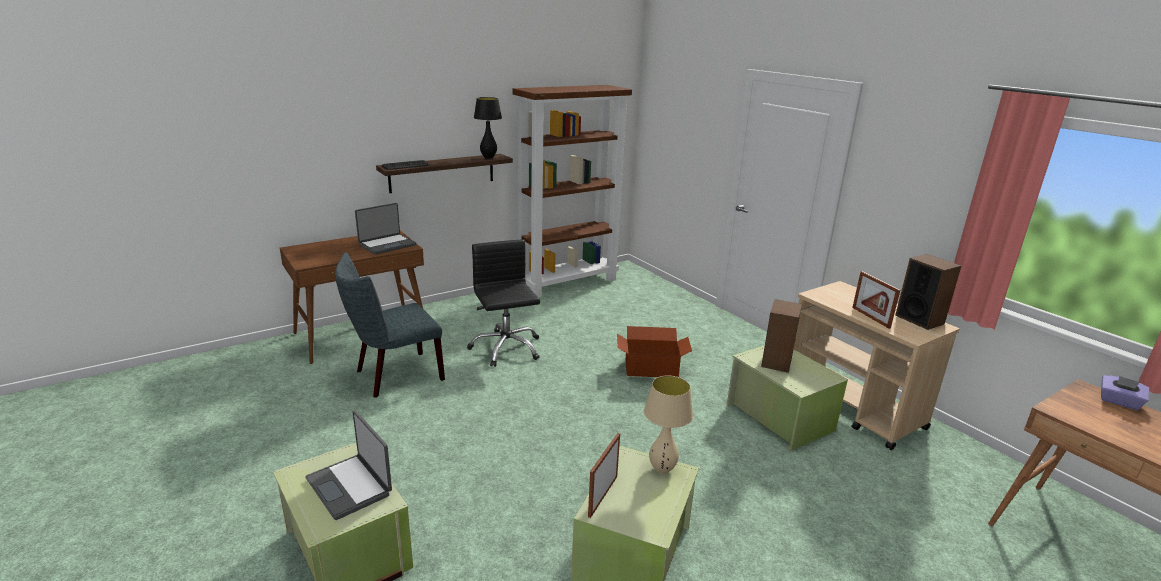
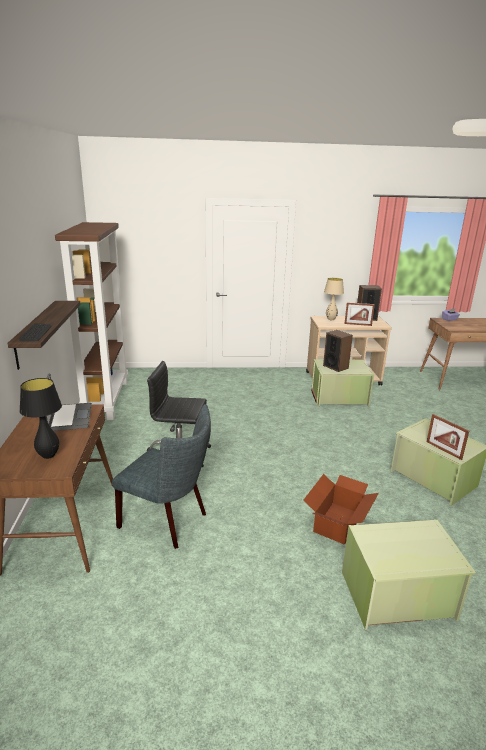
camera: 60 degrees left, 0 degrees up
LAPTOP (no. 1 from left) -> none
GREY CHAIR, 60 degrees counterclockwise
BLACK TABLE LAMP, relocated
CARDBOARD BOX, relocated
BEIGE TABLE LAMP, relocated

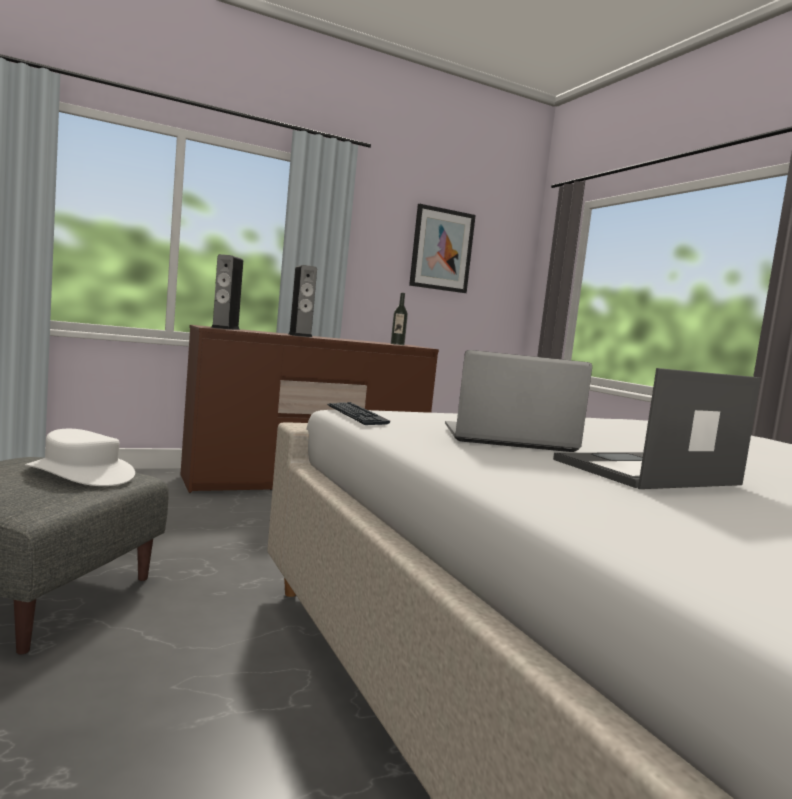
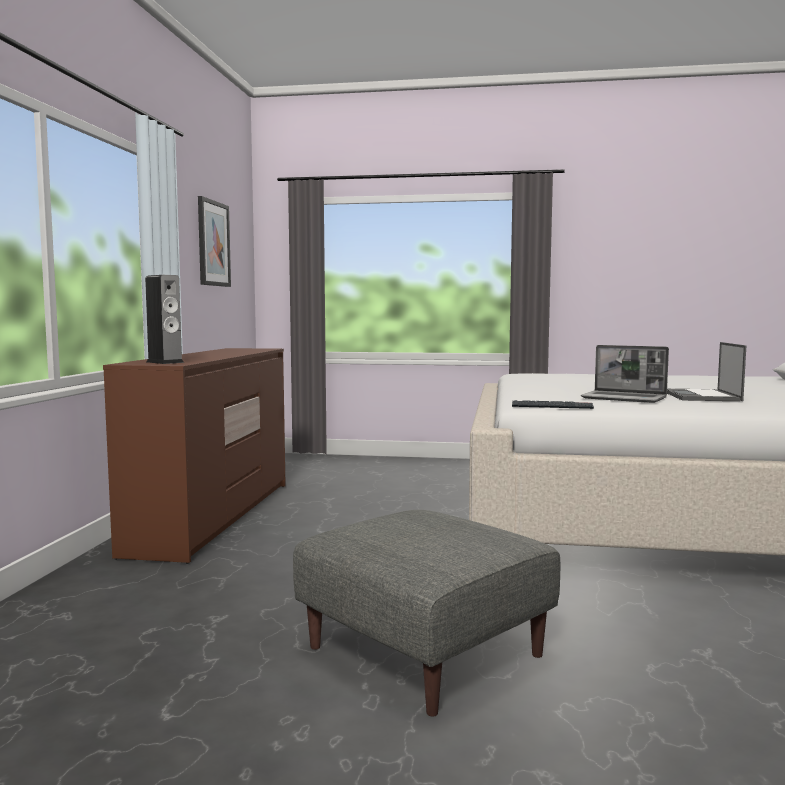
camera: 55 degrees left, 0 degrees up
WHITE HAT -> none
SPEAKER (no. 2 from left) -> none
BOTTLE -> none
LAPTOP (no. 1 from left), 90 degrees counterclockwise

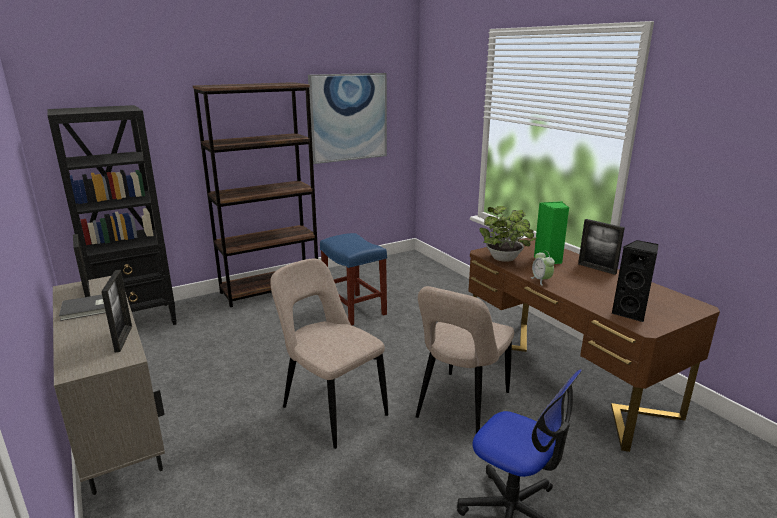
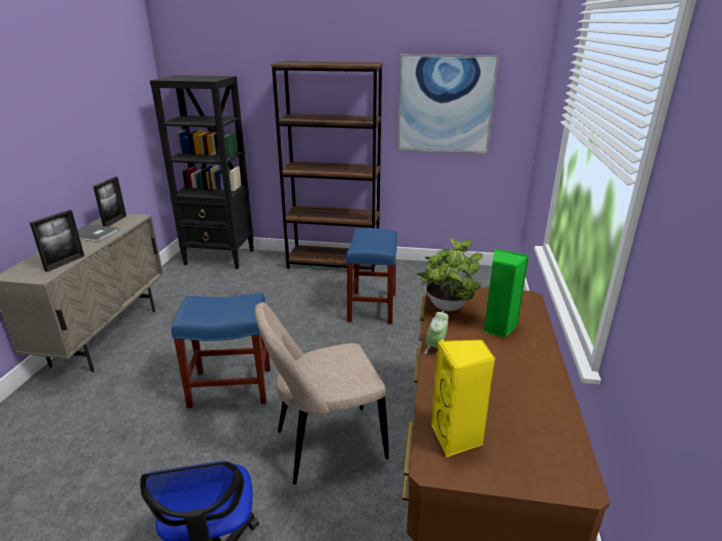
camera: 40 degrees right, 5 degrees up
BEIGE CHAIR (no. 1 from left) -> BLUE STOOL (no. 1 from left)
PICTURE FRAME (no. 3 from left) -> none
BLACK SPEAKER -> YELLOW SPEAKER

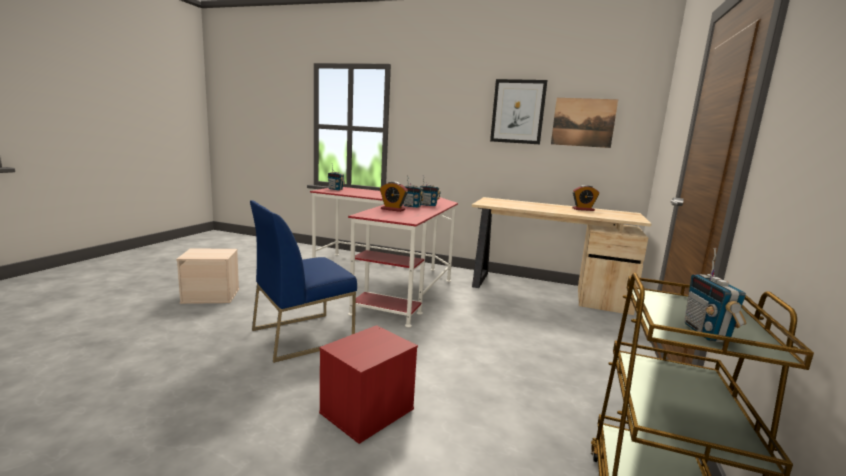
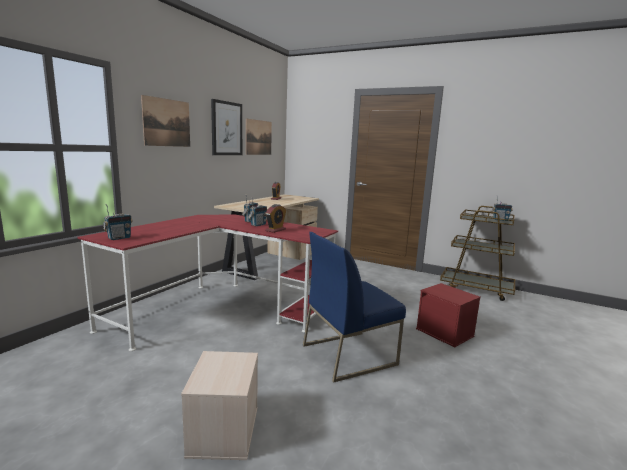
camera: 80 degrees left, 0 degrees up
BLUE CHAIR, 90 degrees clockwise
none -> PICTURE (no. 1 from left)

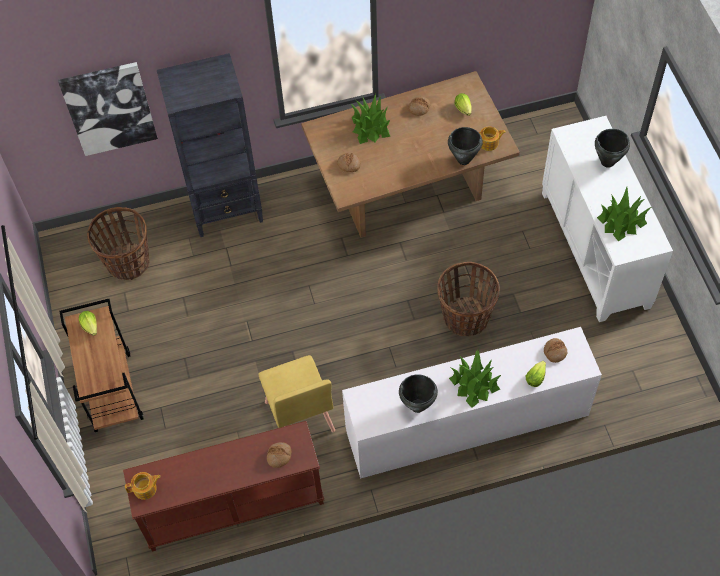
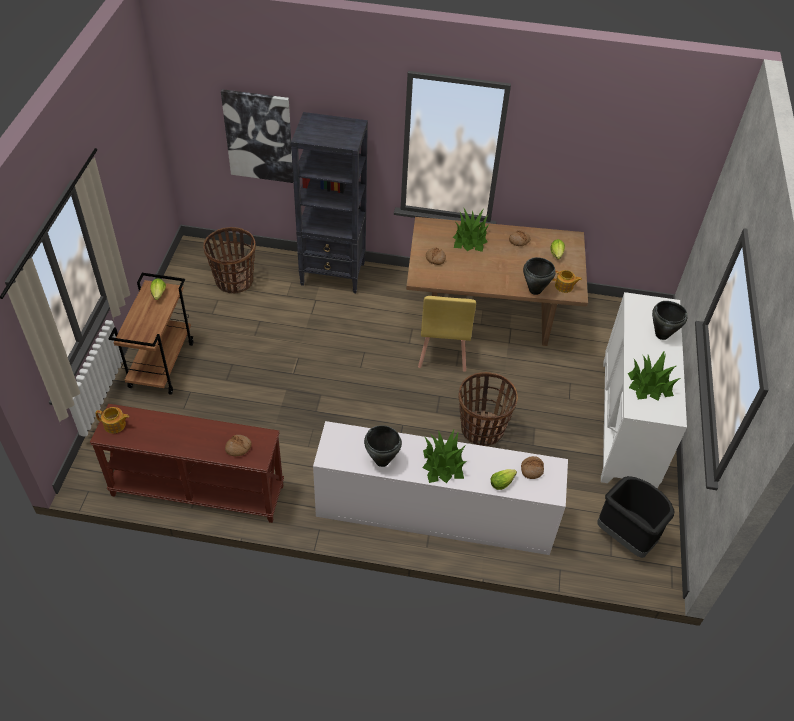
camera: 20 degrees right, 10 degrees down
YELLOW CHAIR, relocated
none -> BLACK TRASH CAN

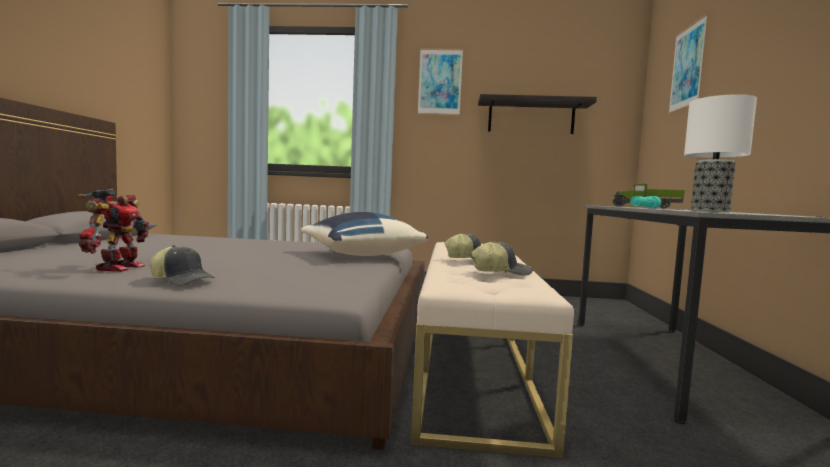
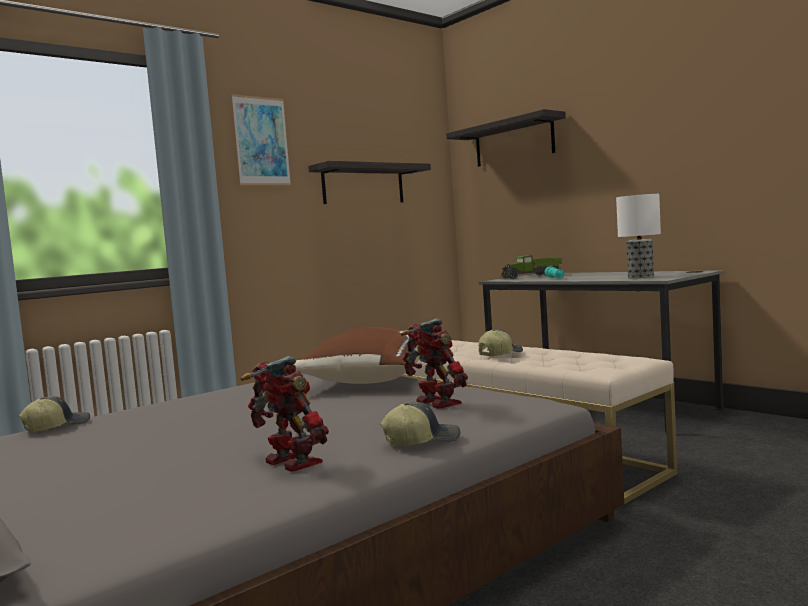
camera: 45 degrees left, 0 degrees up
BLUE PILLOW -> BROWN PILLOW
CAP (no. 3 from left in the first image) -> CAP (no. 1 from left), relocated
PICTURE (no. 2 from left) -> SHELF (no. 2 from left)
none -> TOY ROBOT (no. 2 from left)

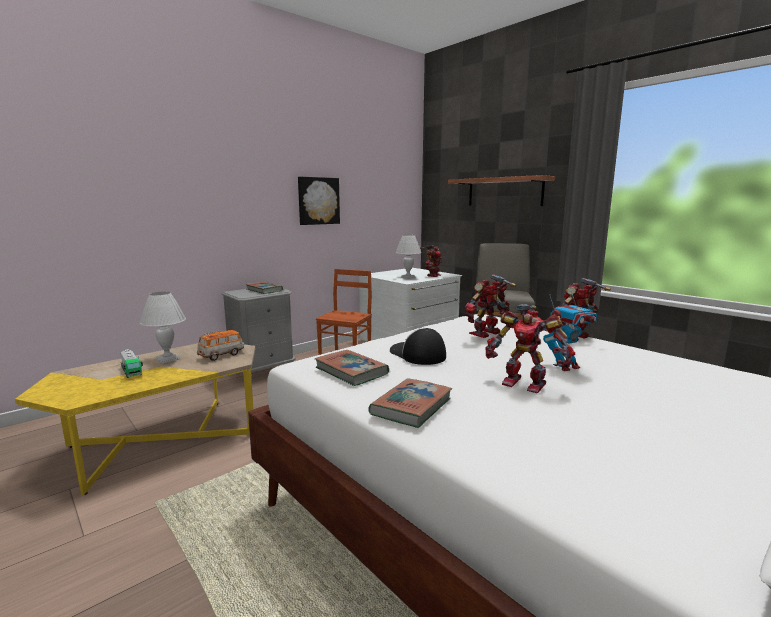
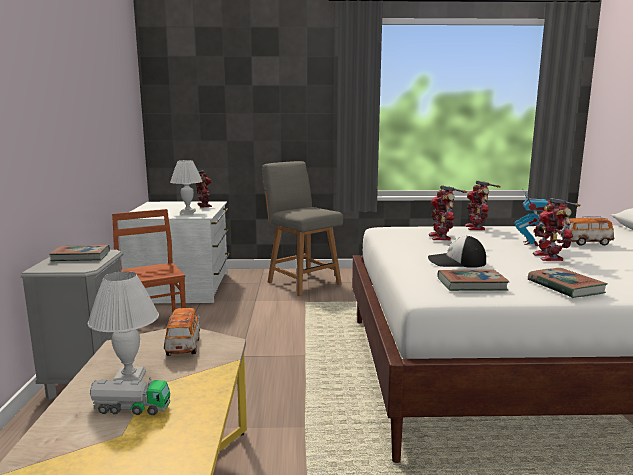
camera: 50 degrees left, 0 degrees up
PICTURE -> none
SHELF -> none
TOY ROBOT (no. 3 from left in the first image) -> TOY ROBOT (no. 5 from left), 105 degrees clockwise
none -> TOY CAR (no. 2 from left)

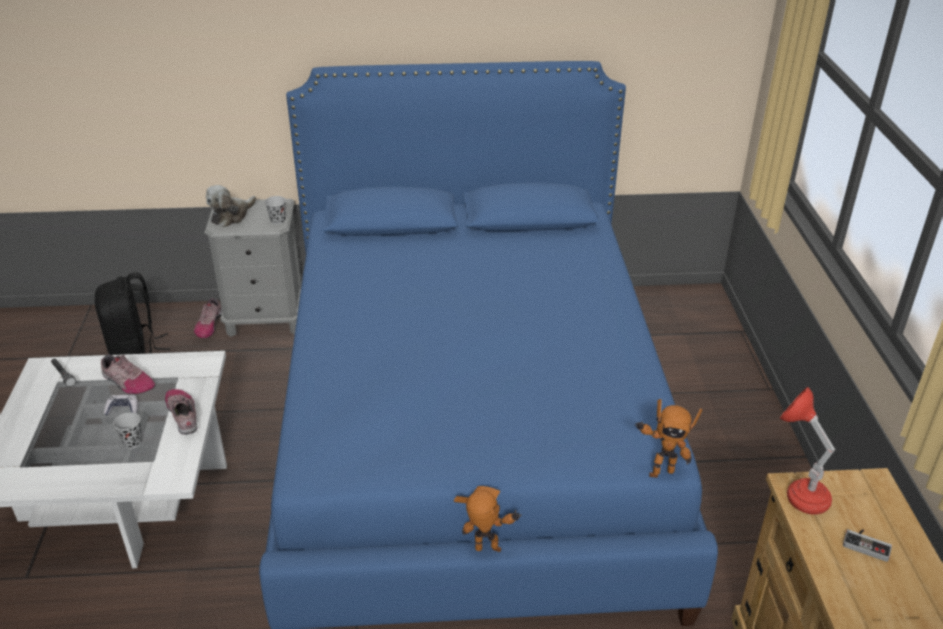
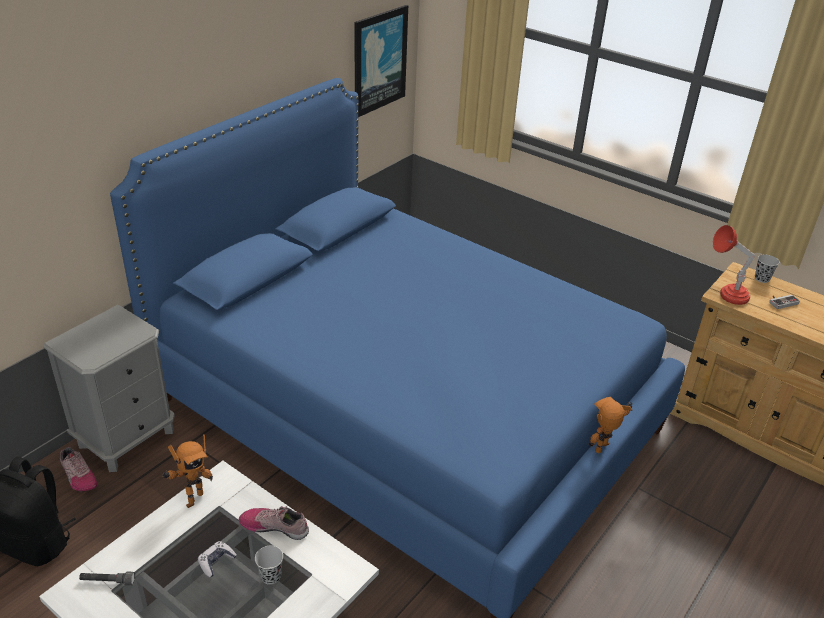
camera: 50 degrees left, 0 degrees up
SHOE (no. 1 from left) -> none
PLUSH TOY -> none
BLACK CUP (no. 2 from left), relocated
TOY ROBOT (no. 2 from left in the first image) -> TOY ROBOT (no. 1 from left), relocated
none -> PICTURE

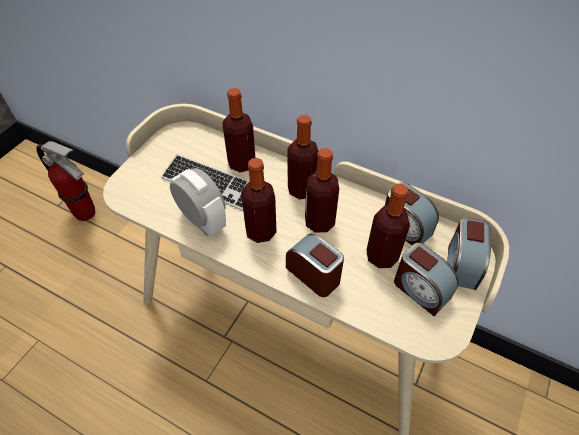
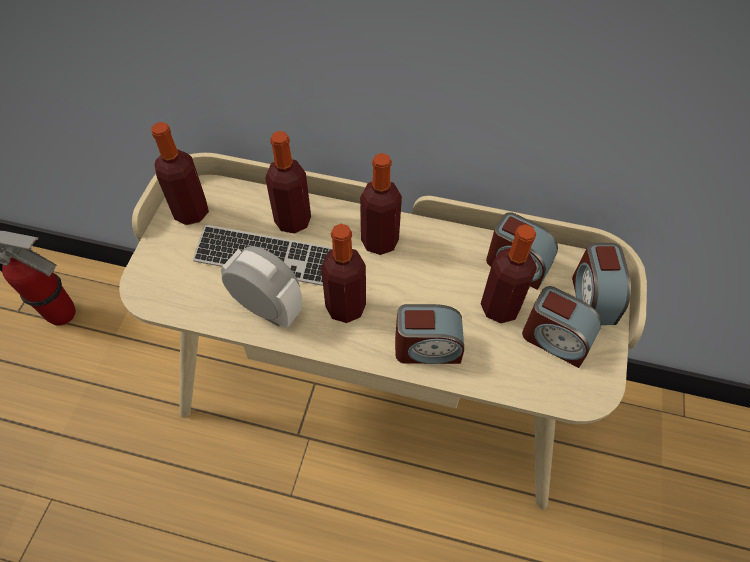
camera: 15 degrees left, 5 degrees up
ALARM CLOCK (no. 2 from left), 150 degrees clockwise
BOTTLE (no. 4 from left in the first image) -> BOTTLE (no. 1 from left), relocated

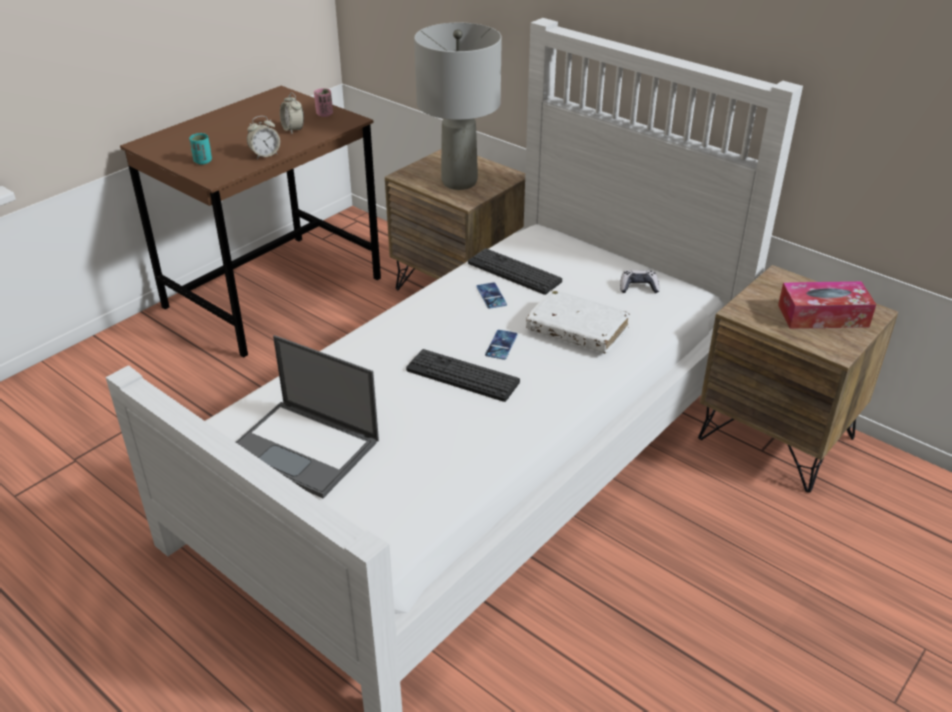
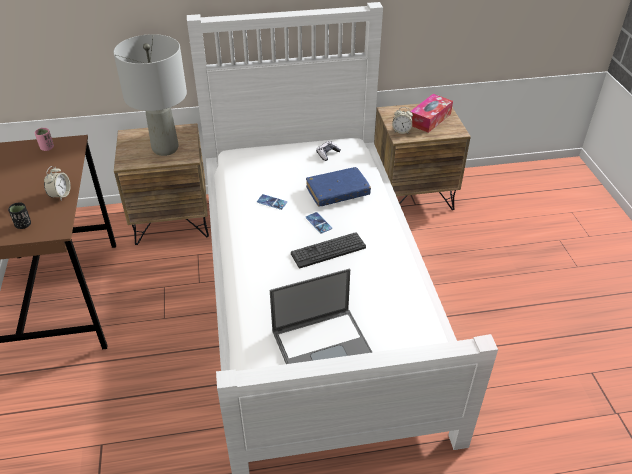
camera: 50 degrees left, 5 degrees up
TURQUOISE CUP -> BLACK CUP
ALARM CLOCK (no. 2 from left), relocated
KEYBOARD (no. 2 from left) -> none
WHITE BOOK -> BLUE BOOK

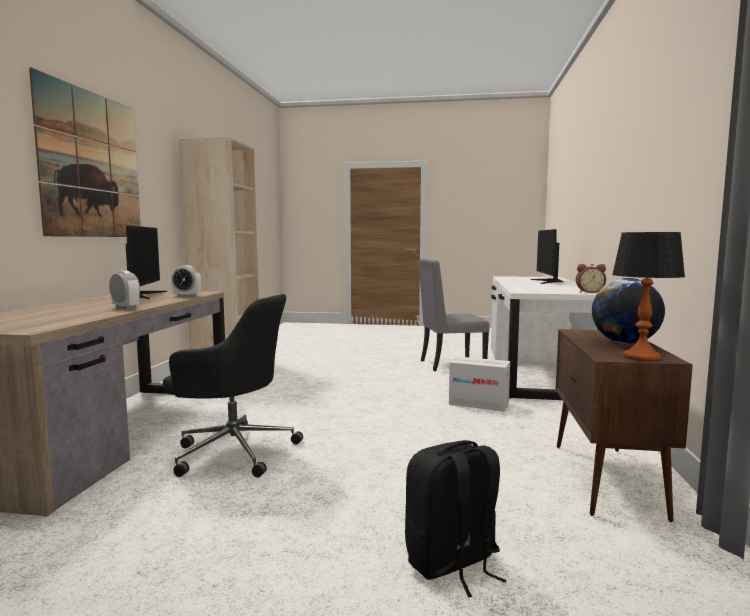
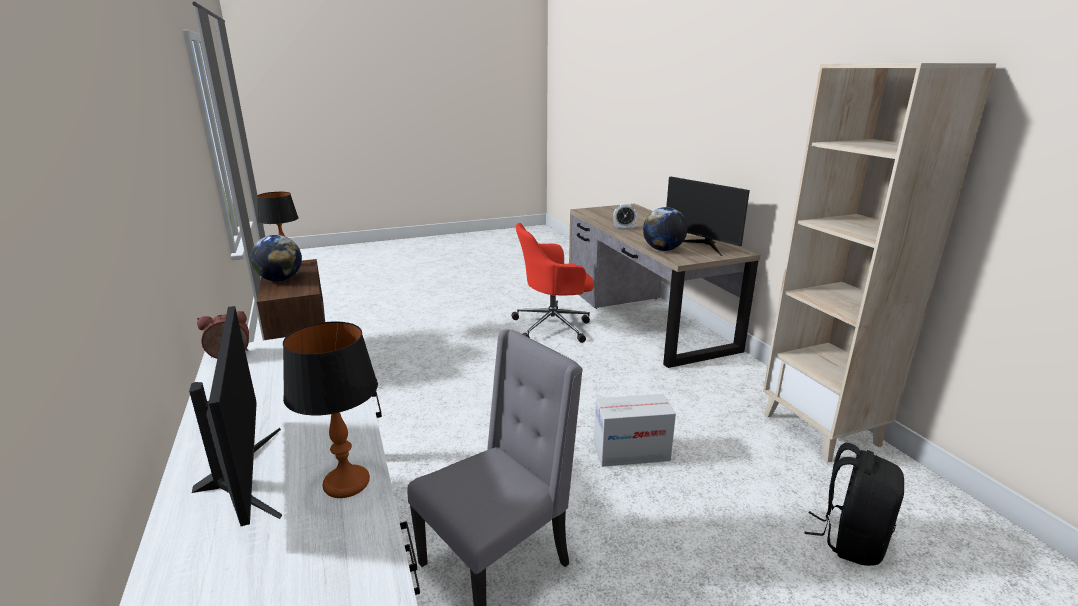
camera: 150 degrees right, 15 degrees up
PICTURE -> none
BLACK OFFICE CHAIR -> RED OFFICE CHAIR
ALARM CLOCK (no. 2 from left) -> GLOBE (no. 2 from left)
BLACK BACKPACK, relocated
CARDBOARD BOX, relocated
none -> TABLE LAMP (no. 2 from left)

